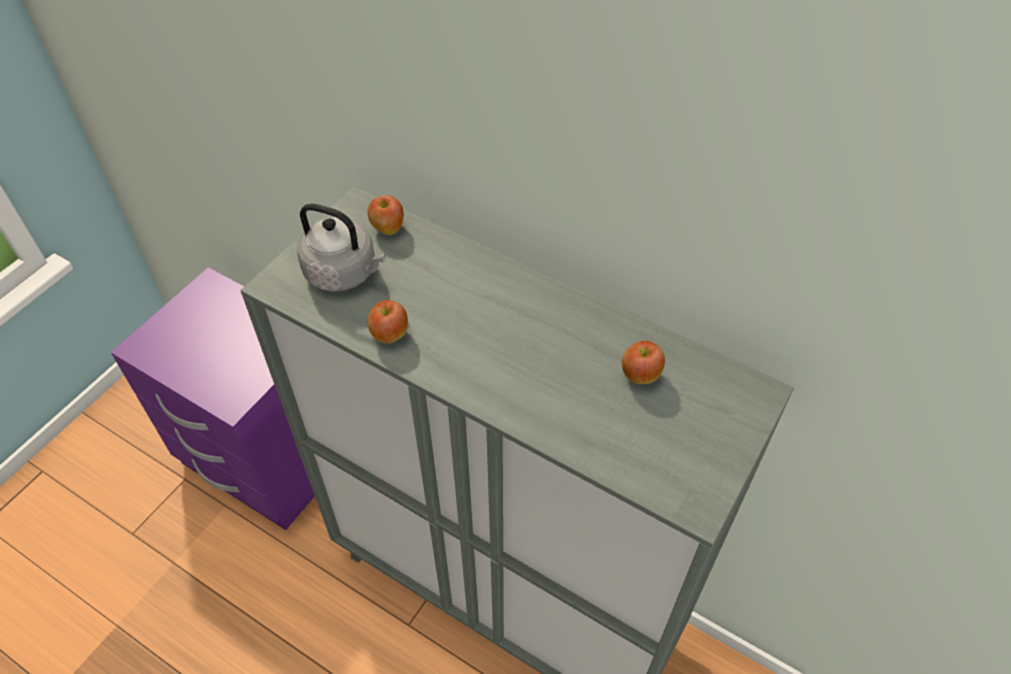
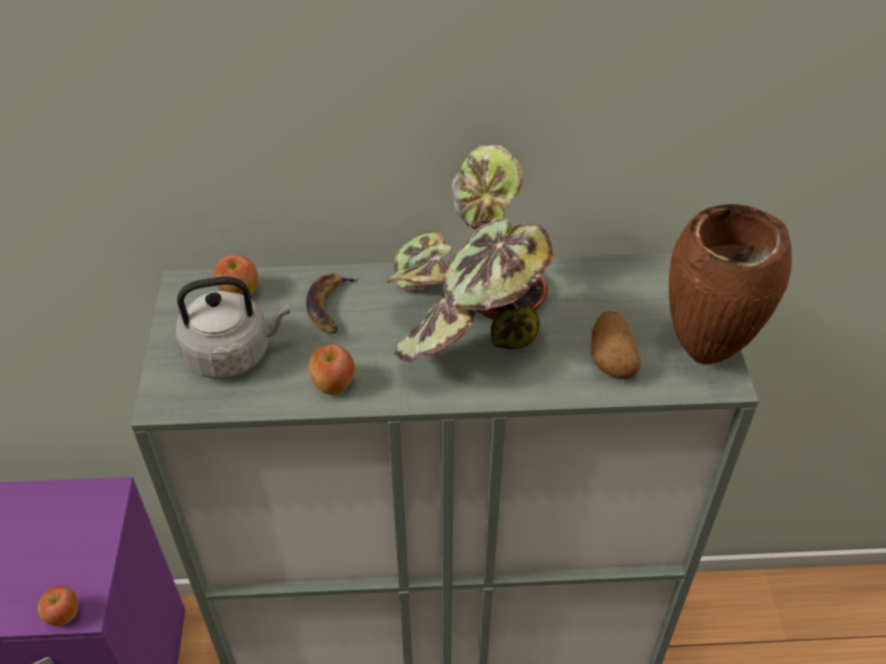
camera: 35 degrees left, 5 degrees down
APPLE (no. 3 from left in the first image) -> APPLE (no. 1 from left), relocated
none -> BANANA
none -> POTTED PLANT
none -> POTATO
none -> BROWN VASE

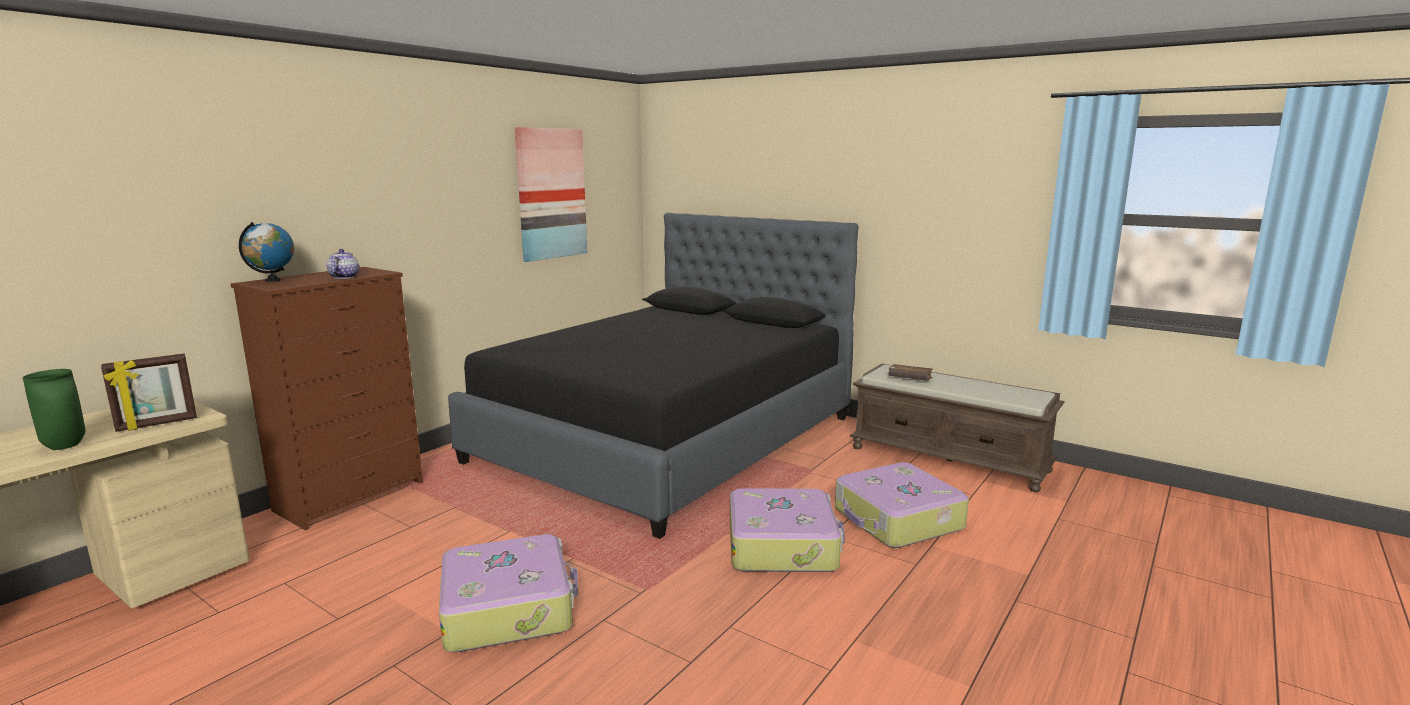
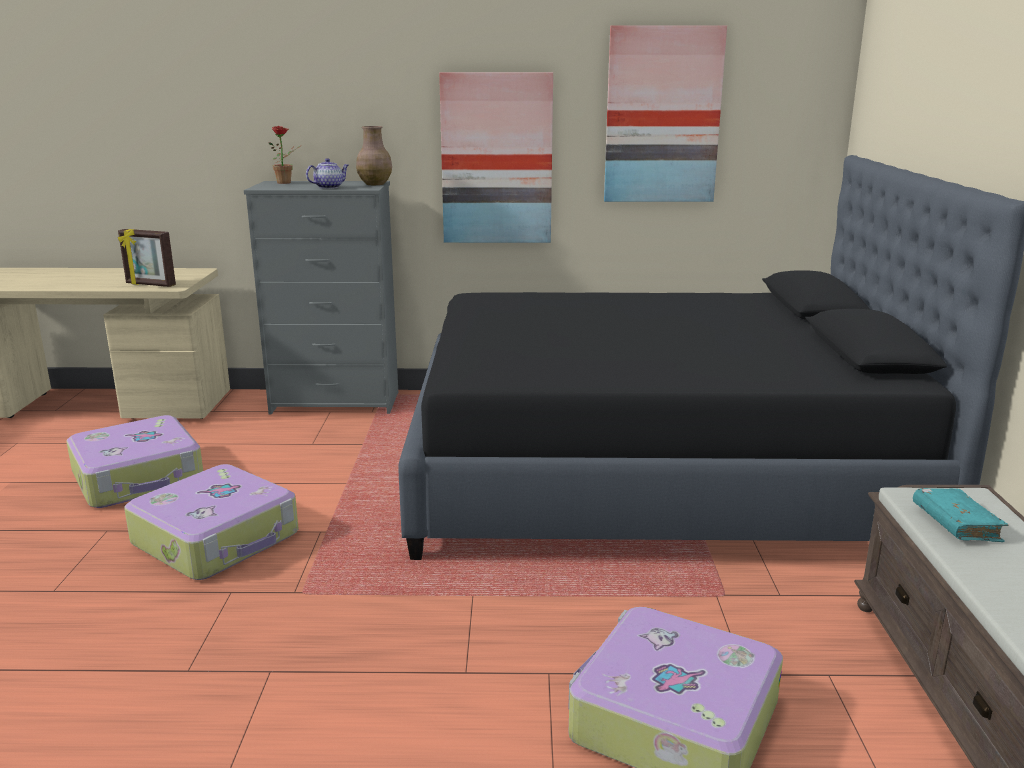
camera: 55 degrees right, 5 degrees up
GREEN VASE -> none
BROWN DRESSER -> GREY DRESSER
GLOBE -> POTTED PLANT
SUITCASE (no. 2 from left in the first image) -> SUITCASE (no. 1 from left), relocated
BROWN BOOK -> TURQUOISE BOOK
none -> BROWN VASE
none -> PICTURE (no. 1 from left)

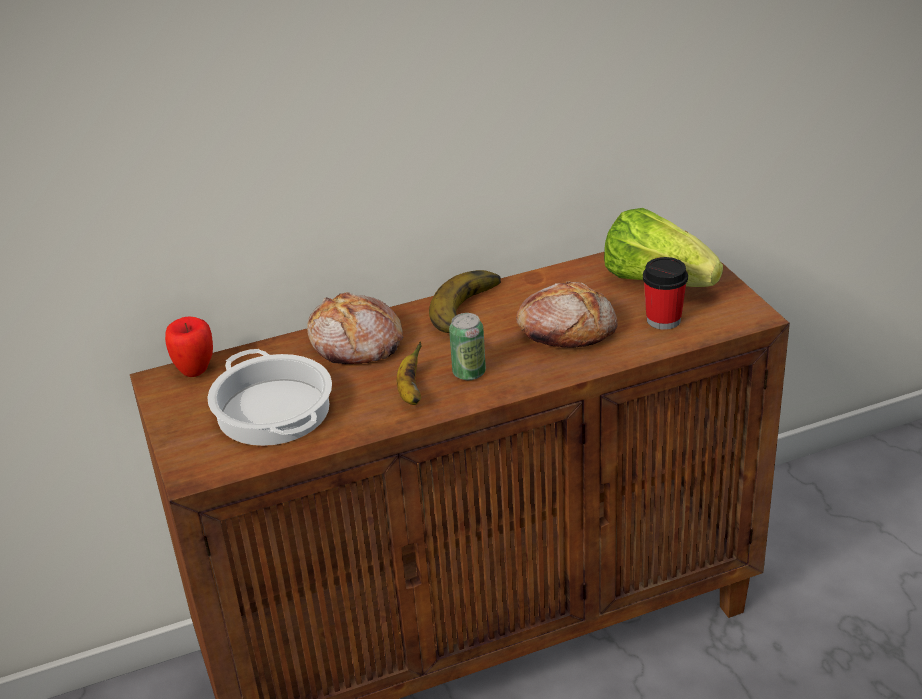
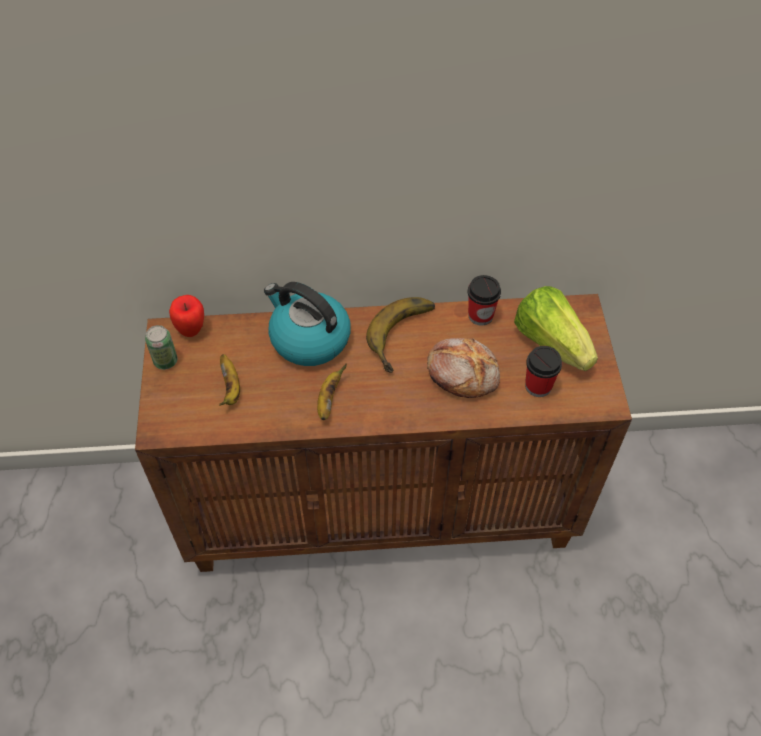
camera: 15 degrees right, 20 degrees up
COOKING POT -> BANANA (no. 1 from left)
BREAD (no. 1 from left) -> KETTLE
CAN, relocated
none -> CUP (no. 1 from left)

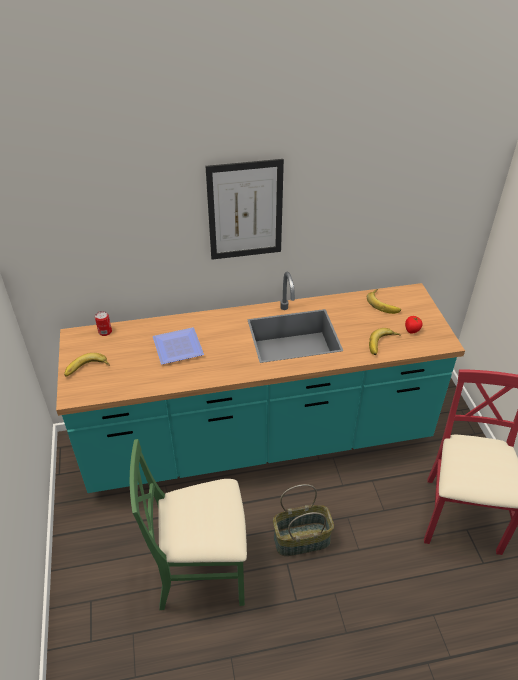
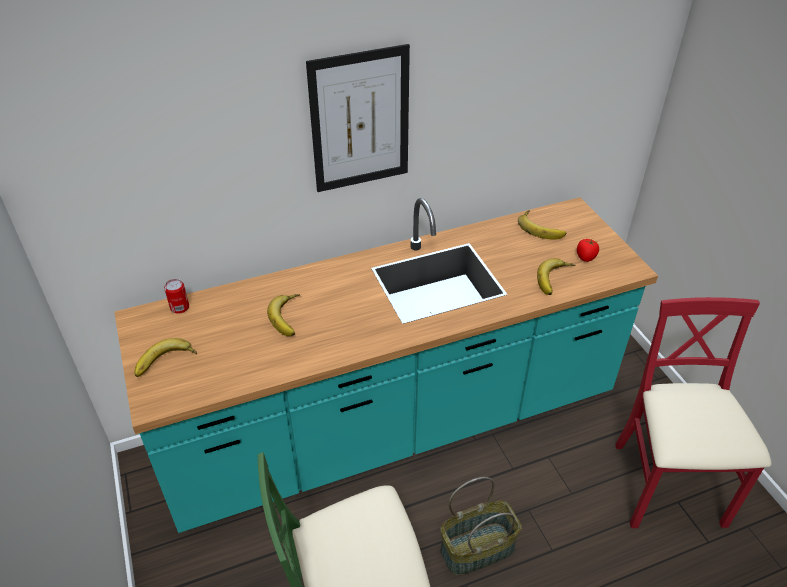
camera: 10 degrees left, 0 degrees up
PLATE -> BANANA (no. 2 from left)

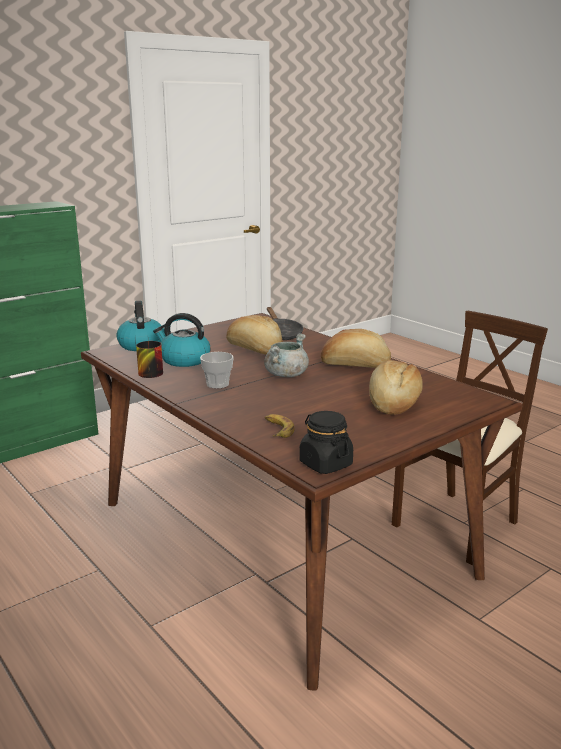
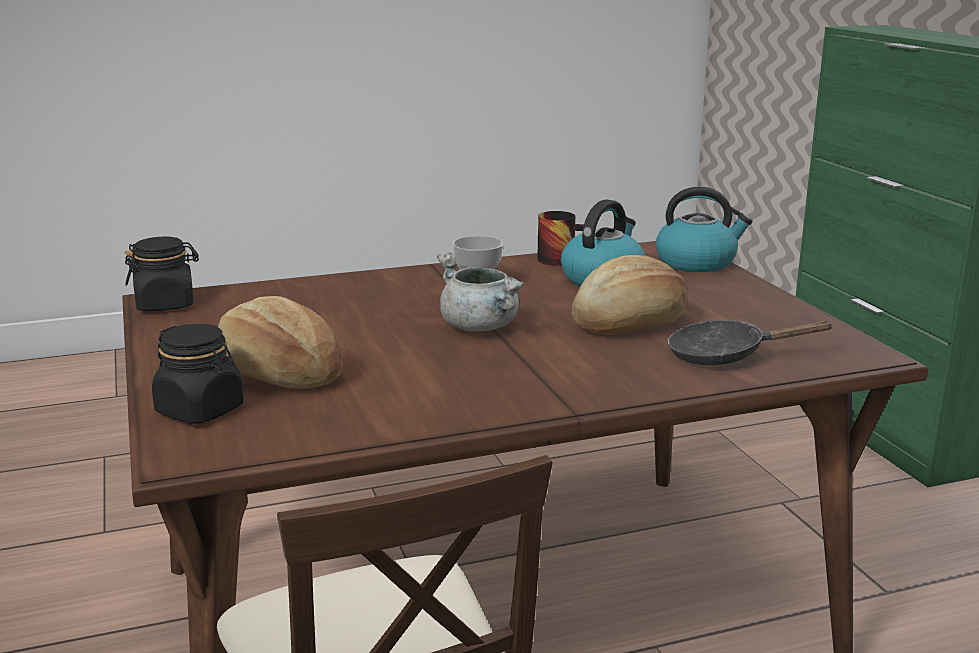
camera: 110 degrees right, 0 degrees up
BANANA -> none
BREAD (no. 2 from left) -> none
none -> BLACK JAR (no. 2 from left)

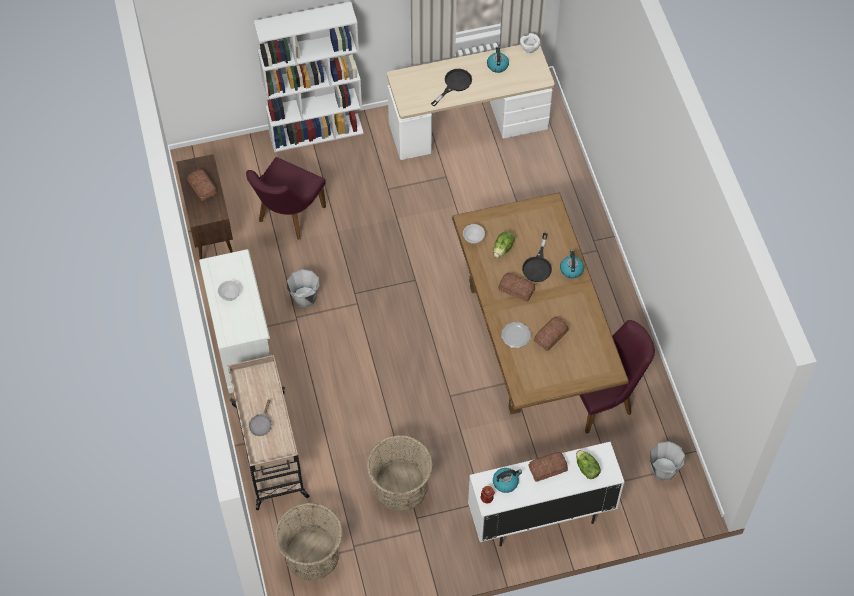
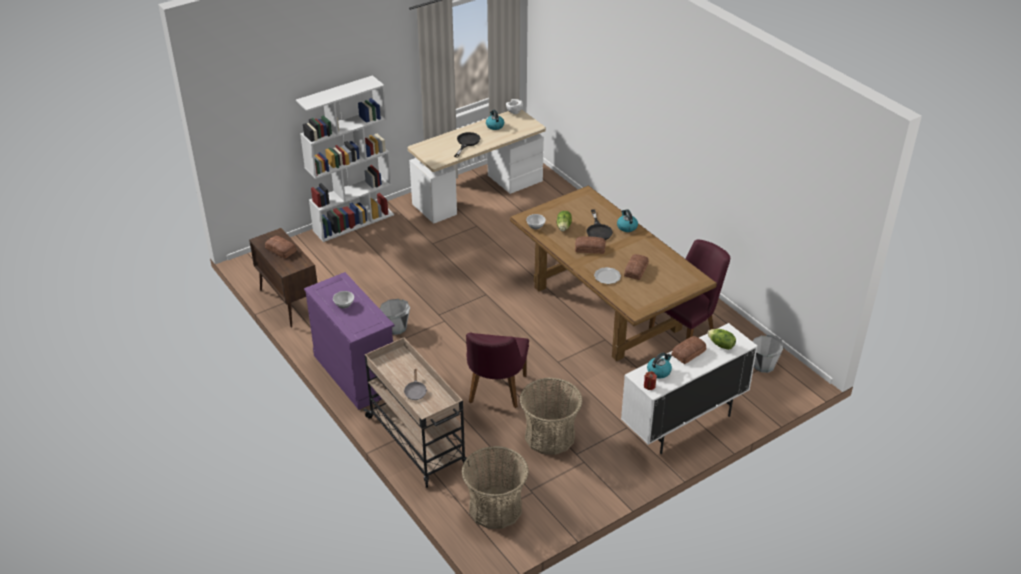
camera: 20 degrees left, 20 degrees down
WHITE DRESSER -> PURPLE DRESSER
PURPLE CHAIR (no. 1 from left), relocated

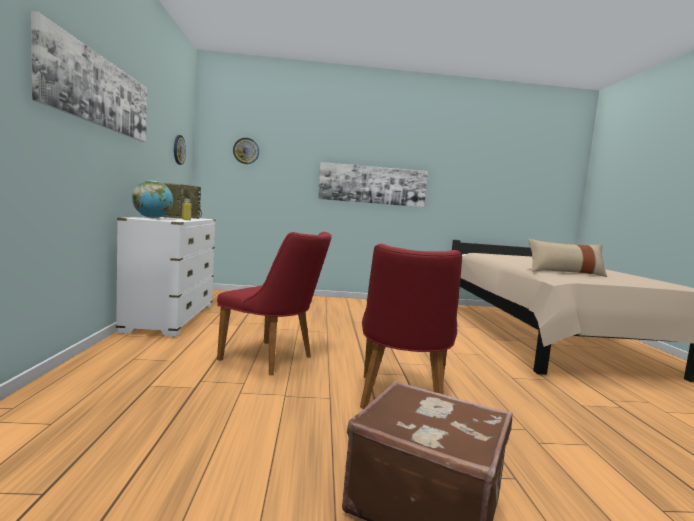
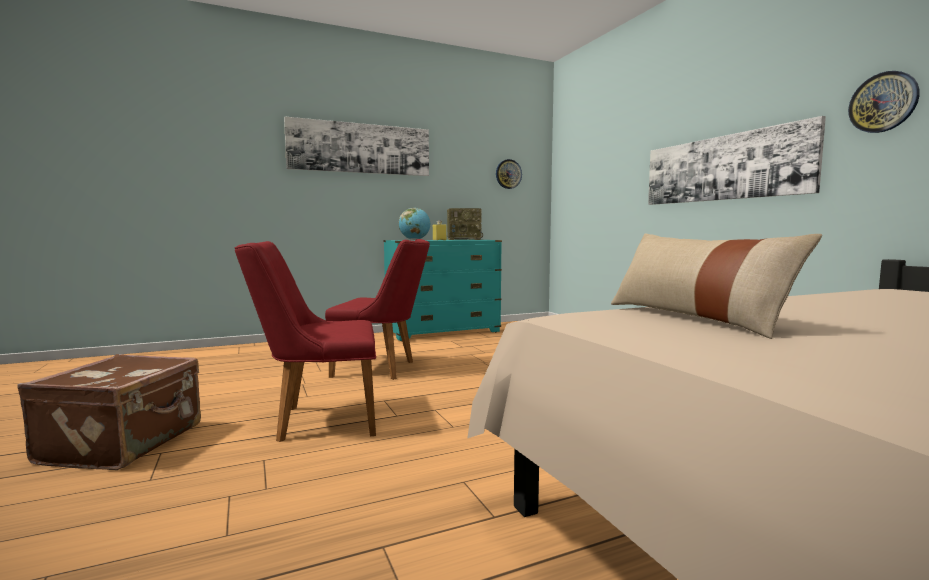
camera: 70 degrees right, 0 degrees up
WHITE DRESSER -> TURQUOISE DRESSER
RED CHAIR (no. 1 from left in the first image) -> RED CHAIR (no. 2 from left), 90 degrees counterclockwise
WALL CLOCK (no. 2 from left), relocated

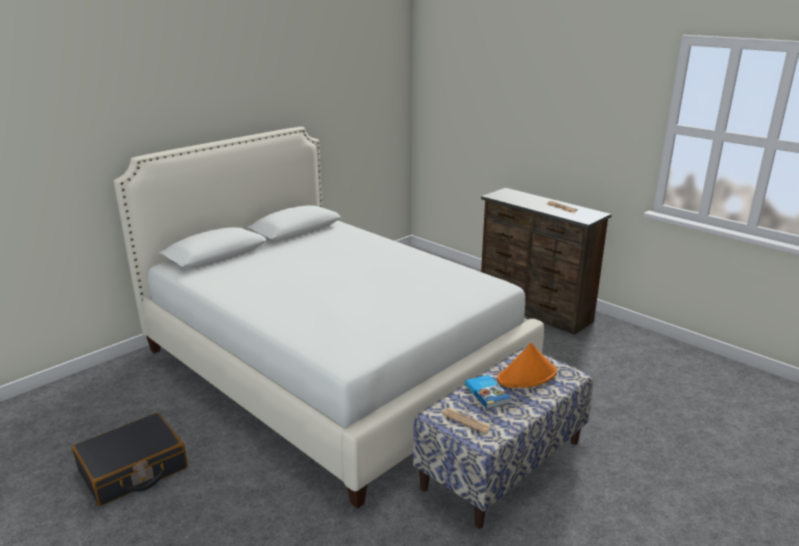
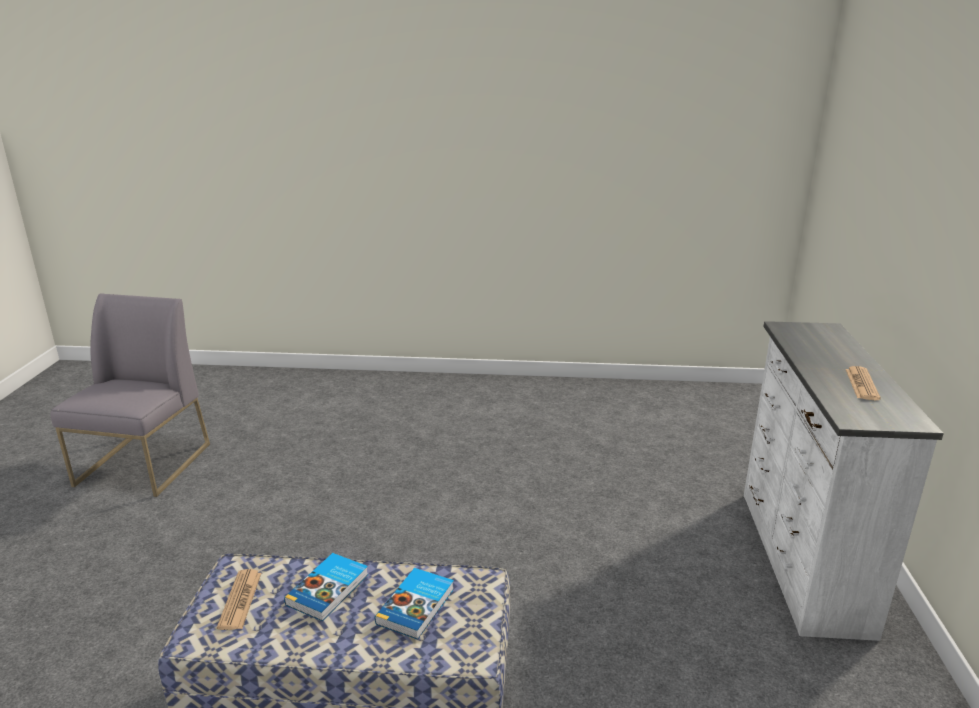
camera: 50 degrees right, 0 degrees up
BLACK SUITCASE -> GREY CHAIR
WHITE BED -> none
BROWN DRESSER -> WHITE DRESSER
ORANGE HAT -> BOOK (no. 2 from left)

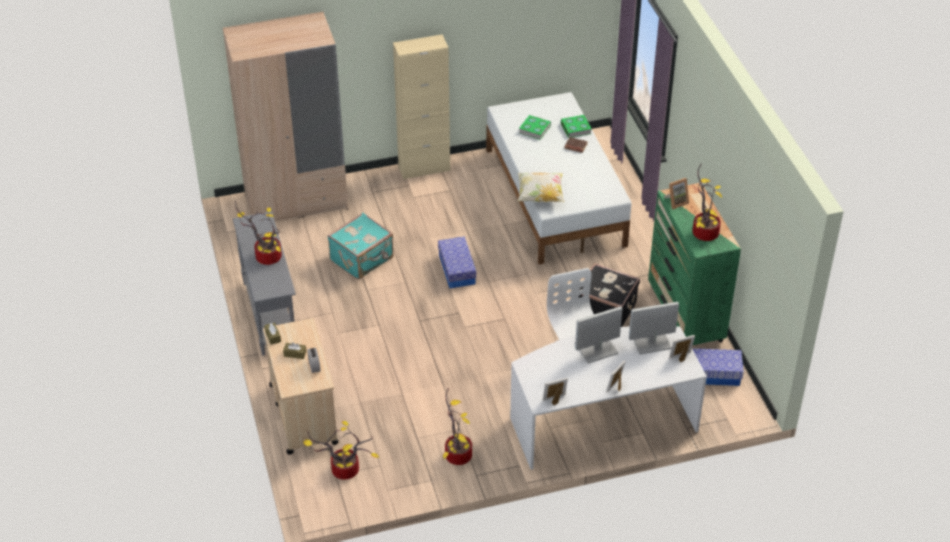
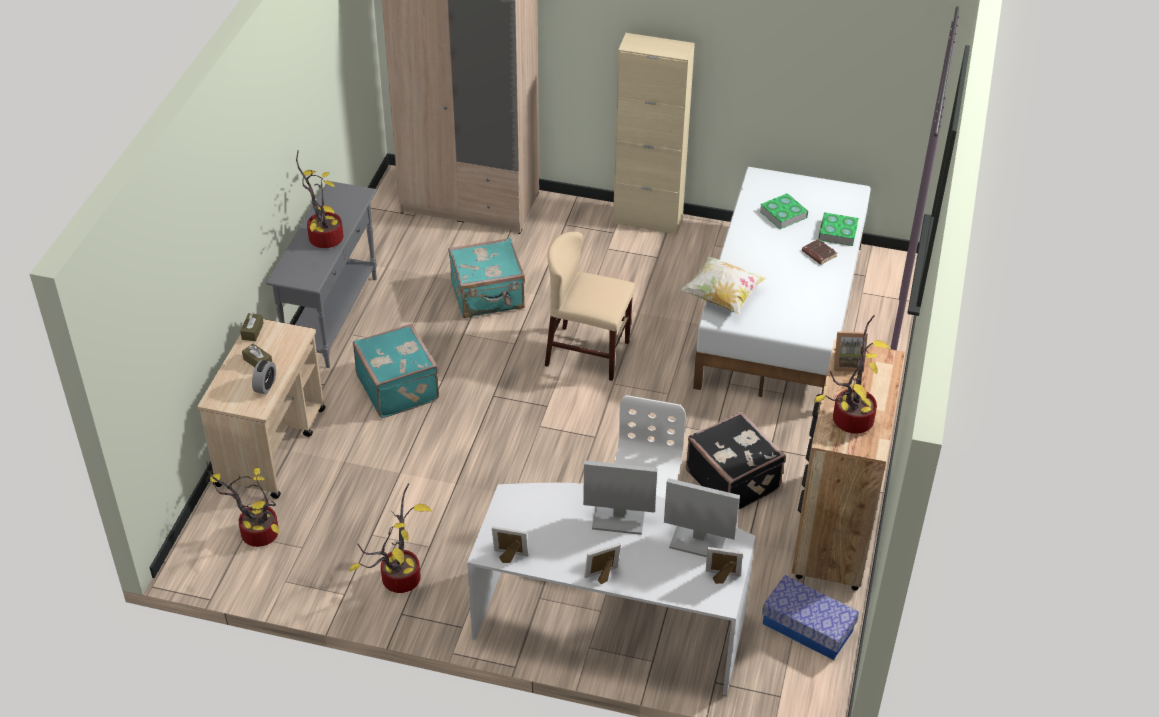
camera: 30 degrees right, 0 degrees up
STORAGE BOX (no. 1 from left) -> BEIGE CHAIR
GREEN DRESSER -> BROWN DRESSER
none -> TURQUOISE SUITCASE (no. 1 from left)

